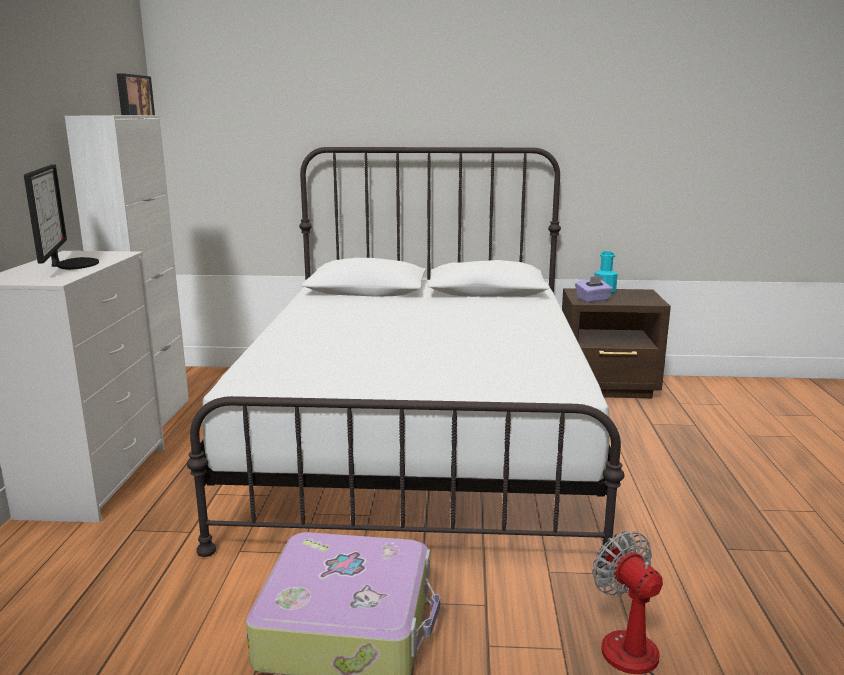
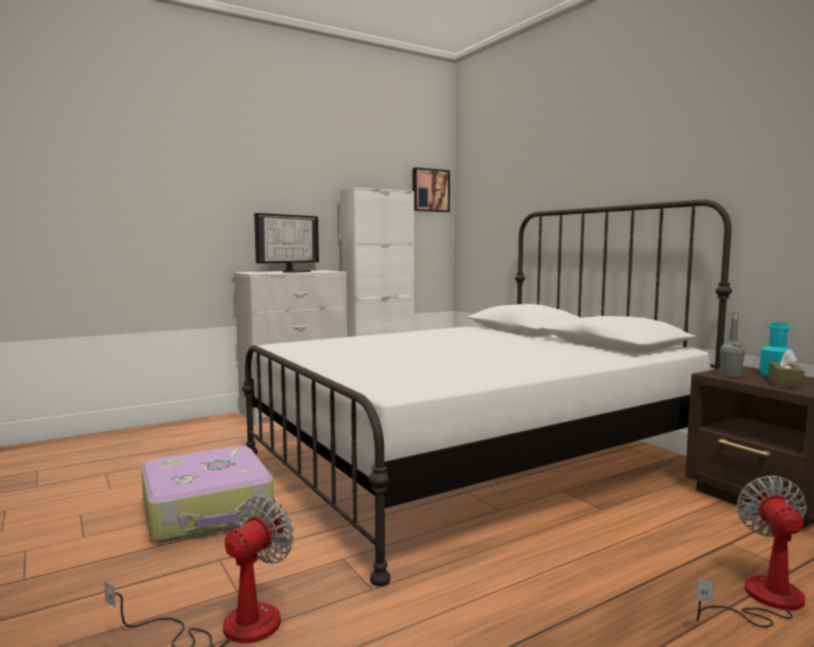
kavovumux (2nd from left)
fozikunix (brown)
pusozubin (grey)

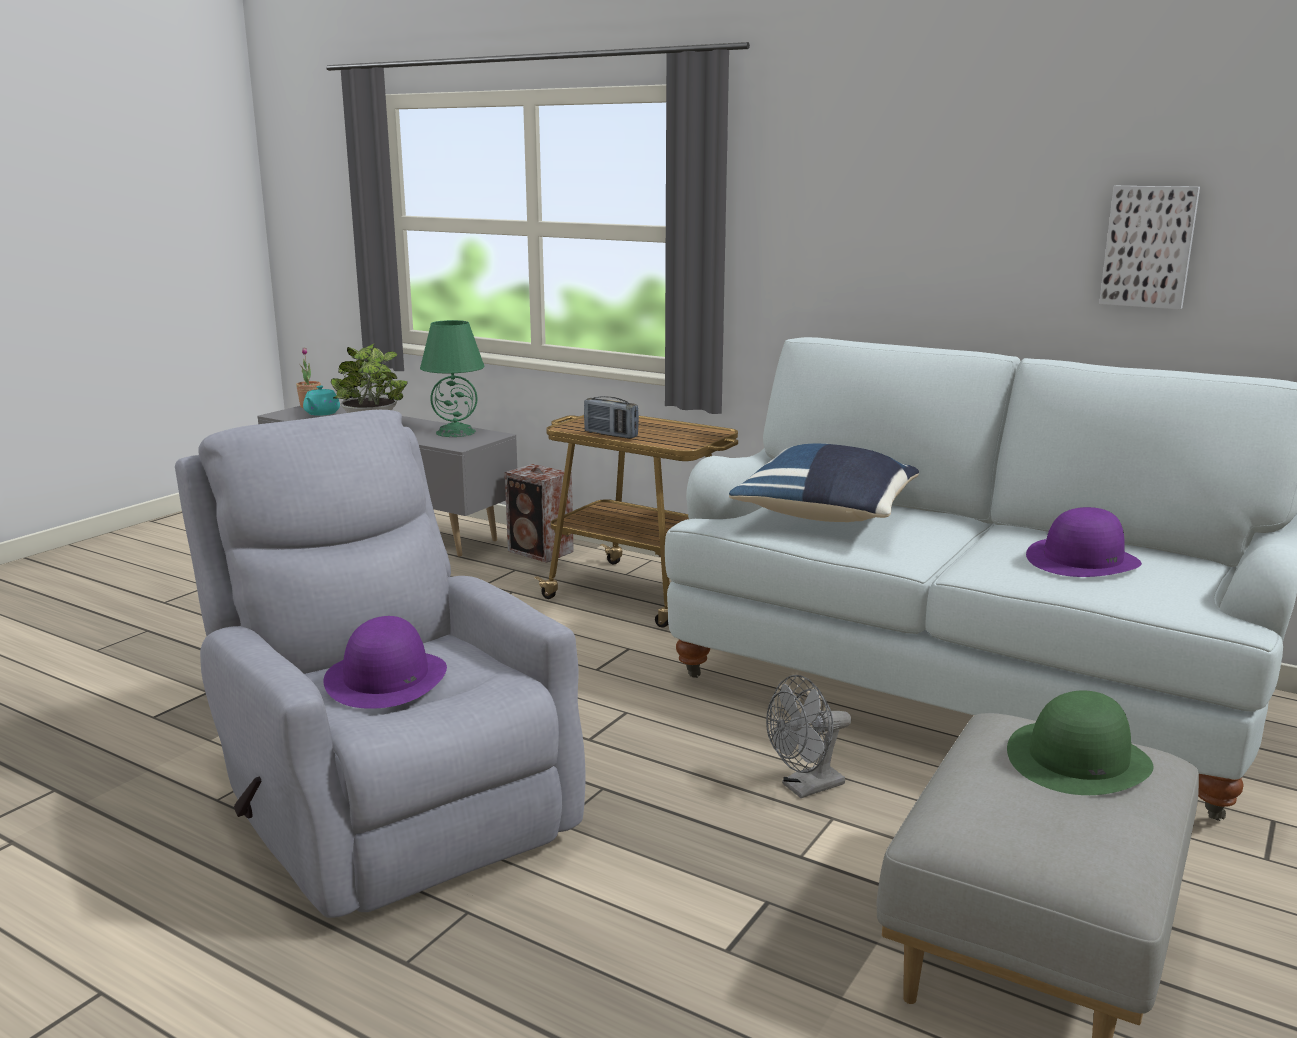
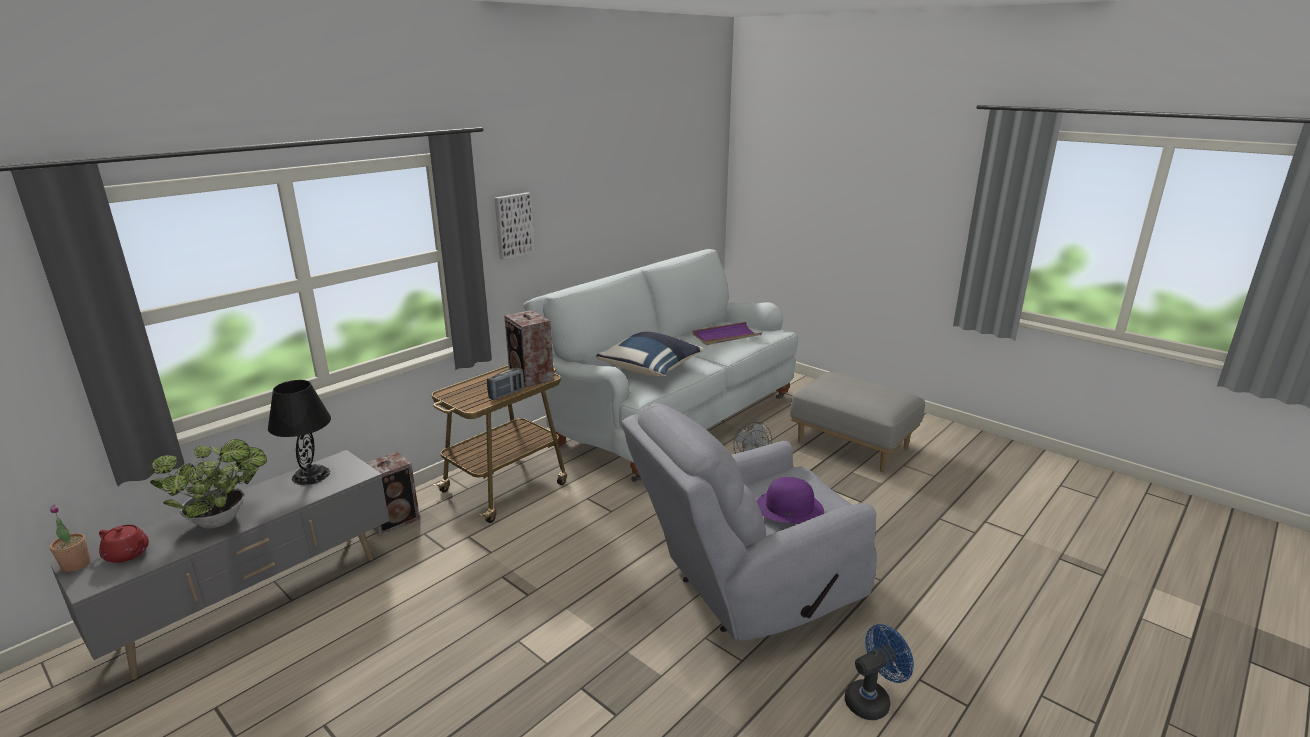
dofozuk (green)
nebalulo (2nd from left)
kavovumux (blue)
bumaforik
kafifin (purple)
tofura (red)
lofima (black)

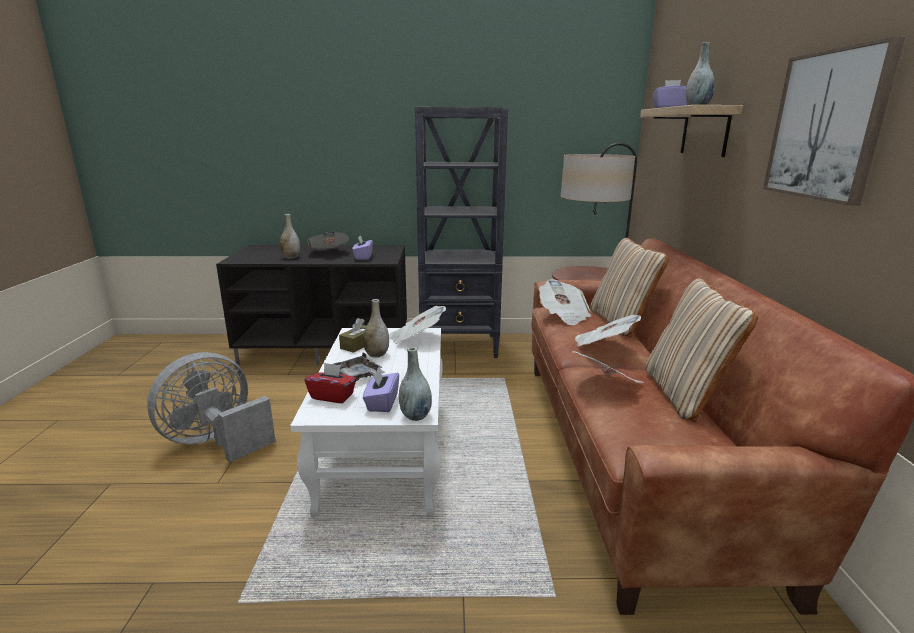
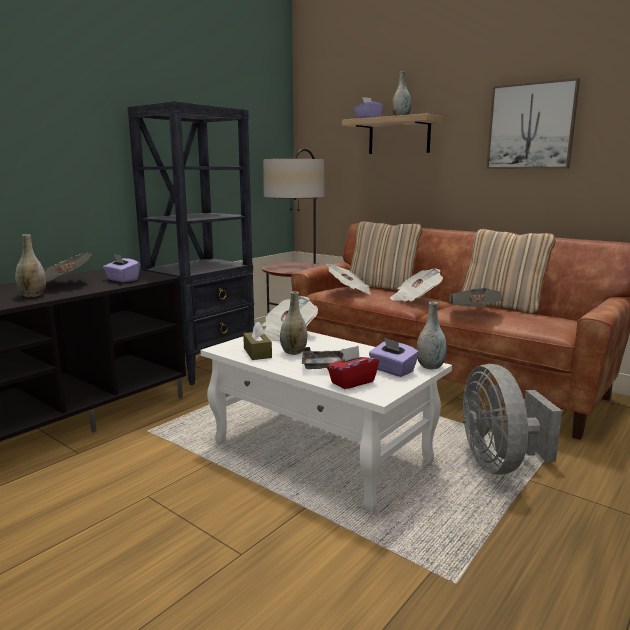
kavovumux (grey)

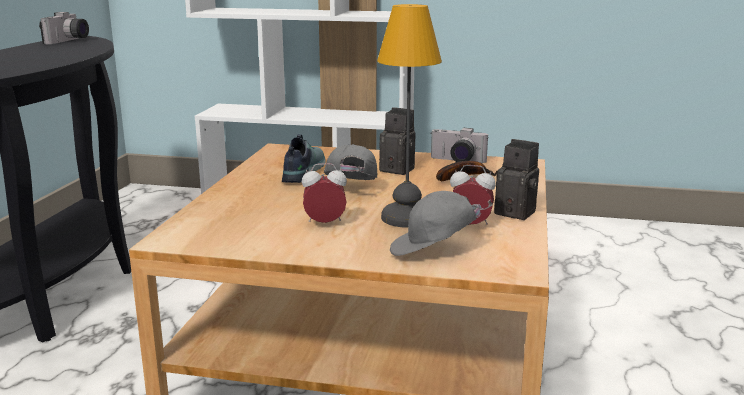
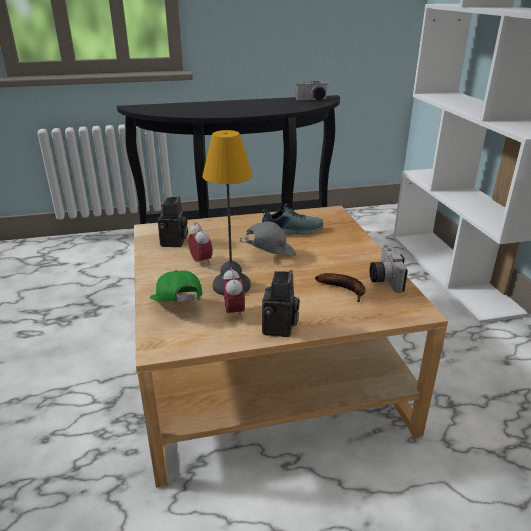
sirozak (1st from left)
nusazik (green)

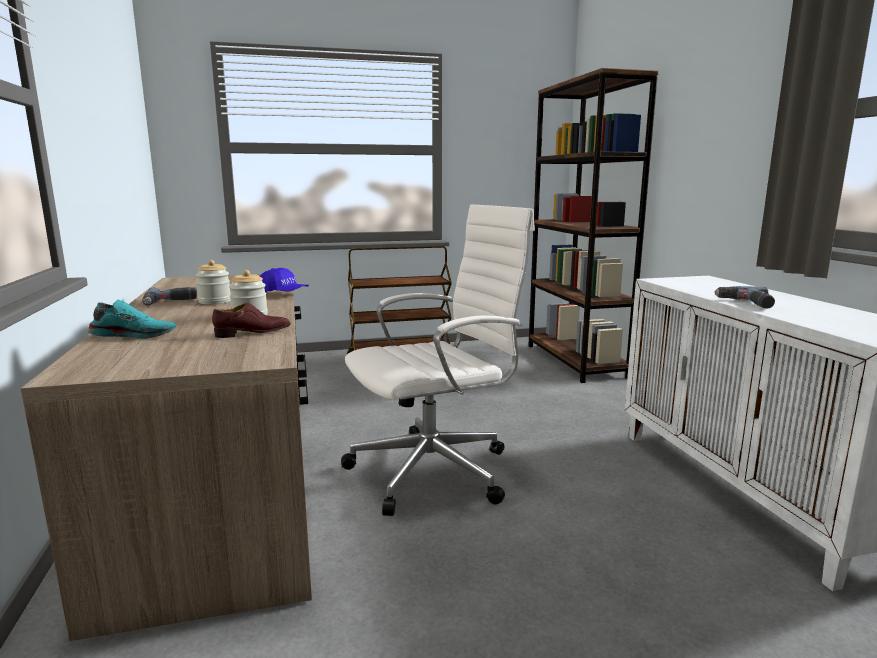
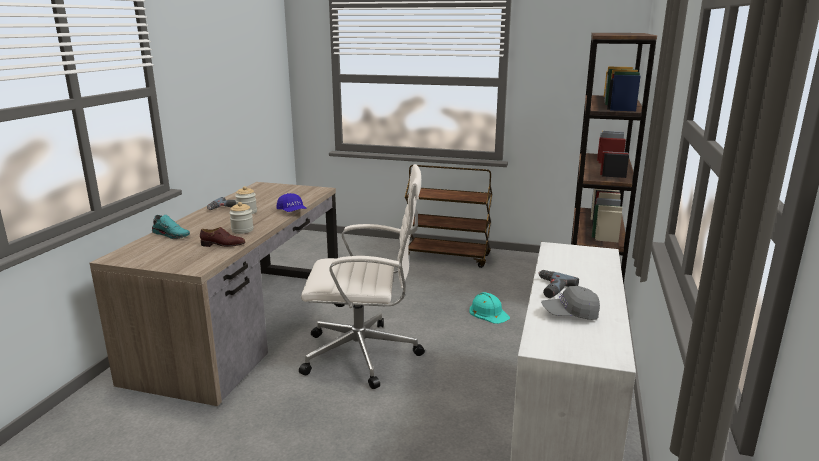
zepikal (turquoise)
nusazik (grey)

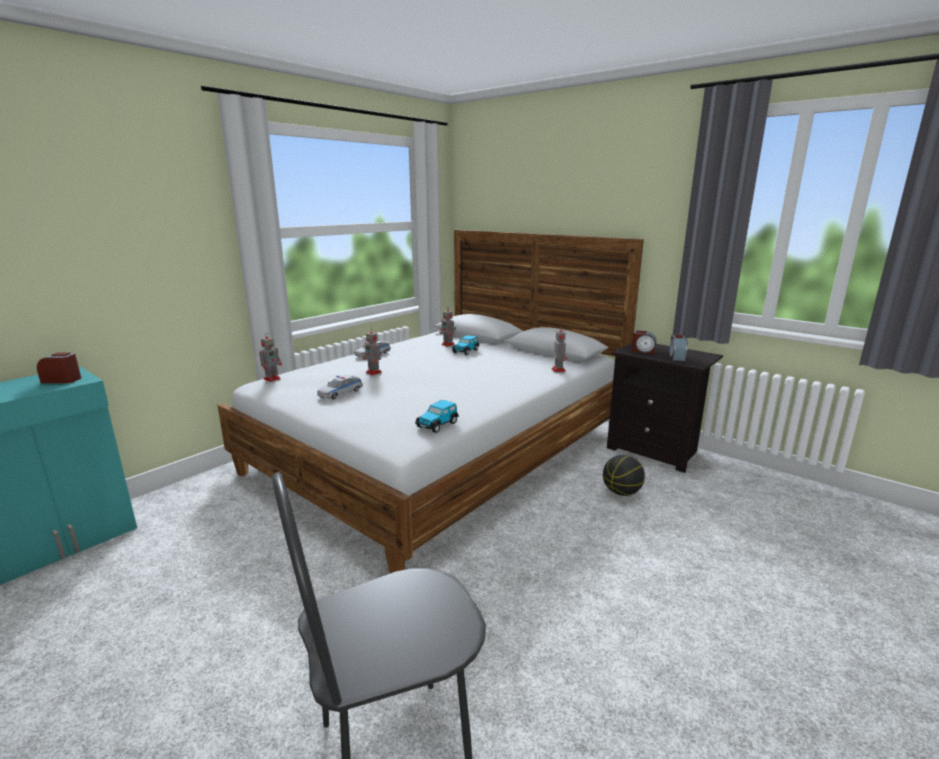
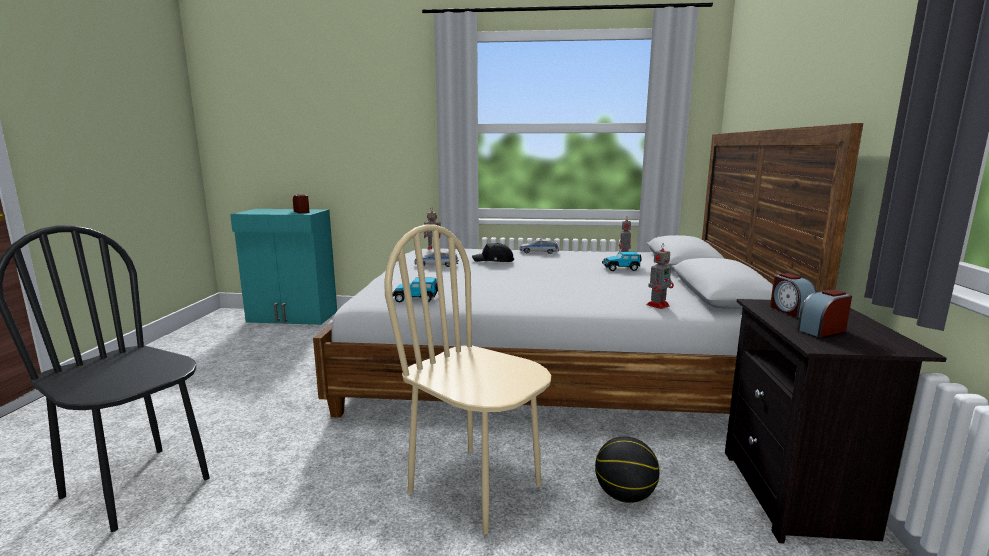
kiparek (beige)
nusazik (black)

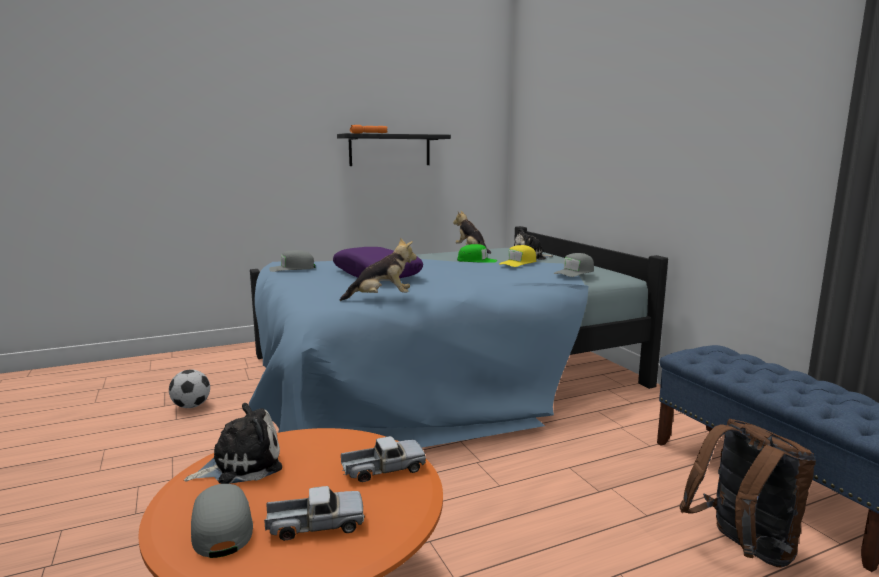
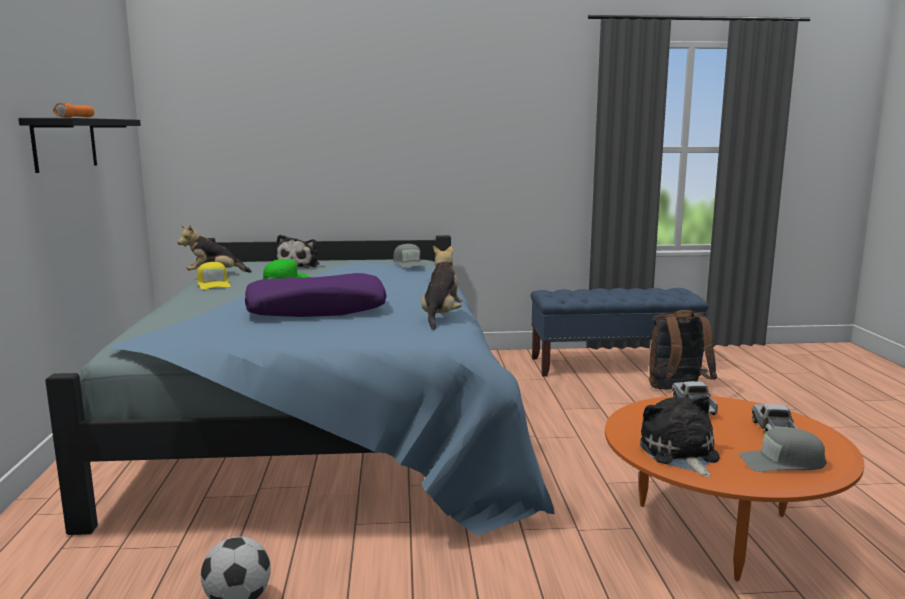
nusazik (grey) (2nd from left in the first image)
nusazik (yellow)

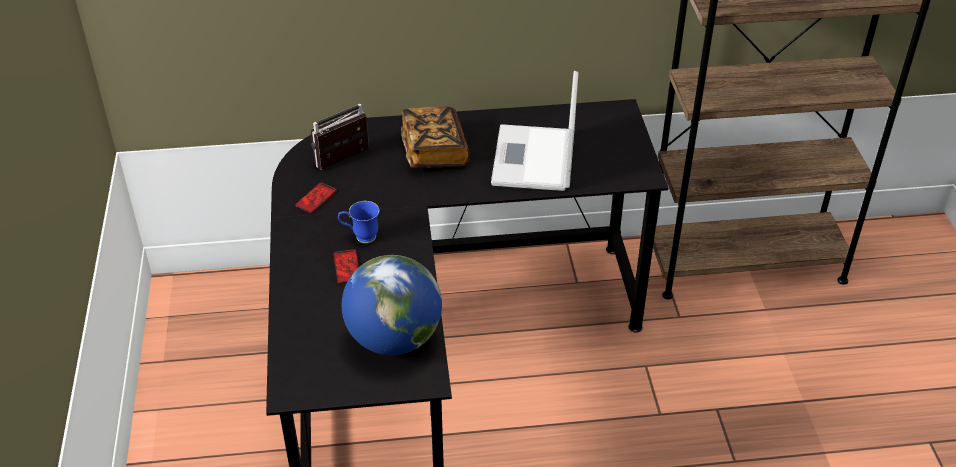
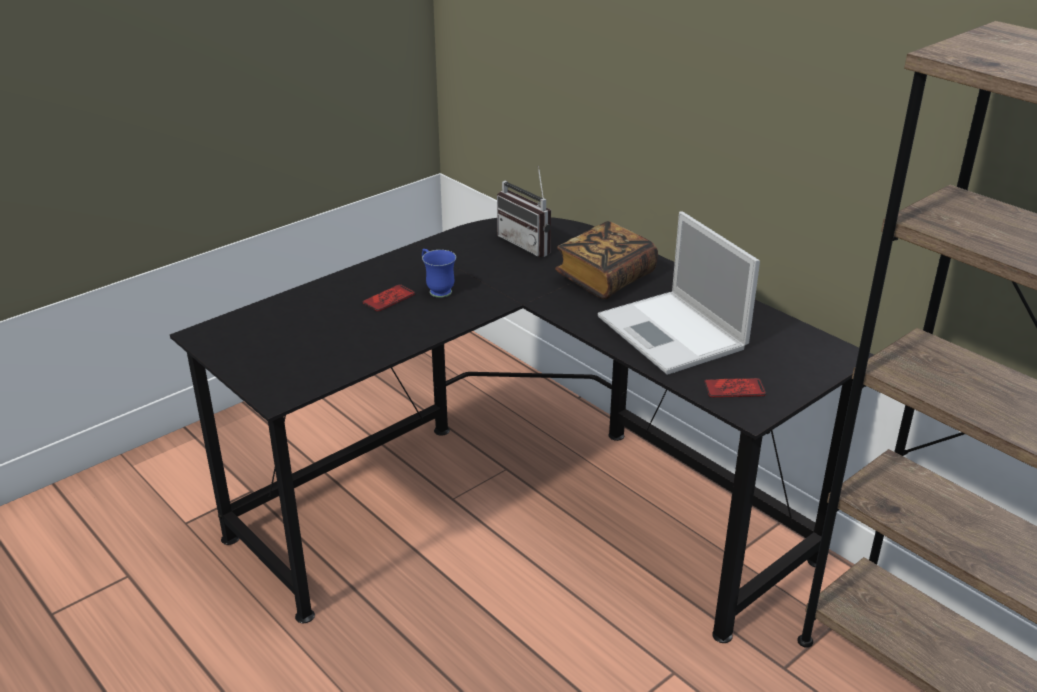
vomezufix
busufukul (2nd from left)
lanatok
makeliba

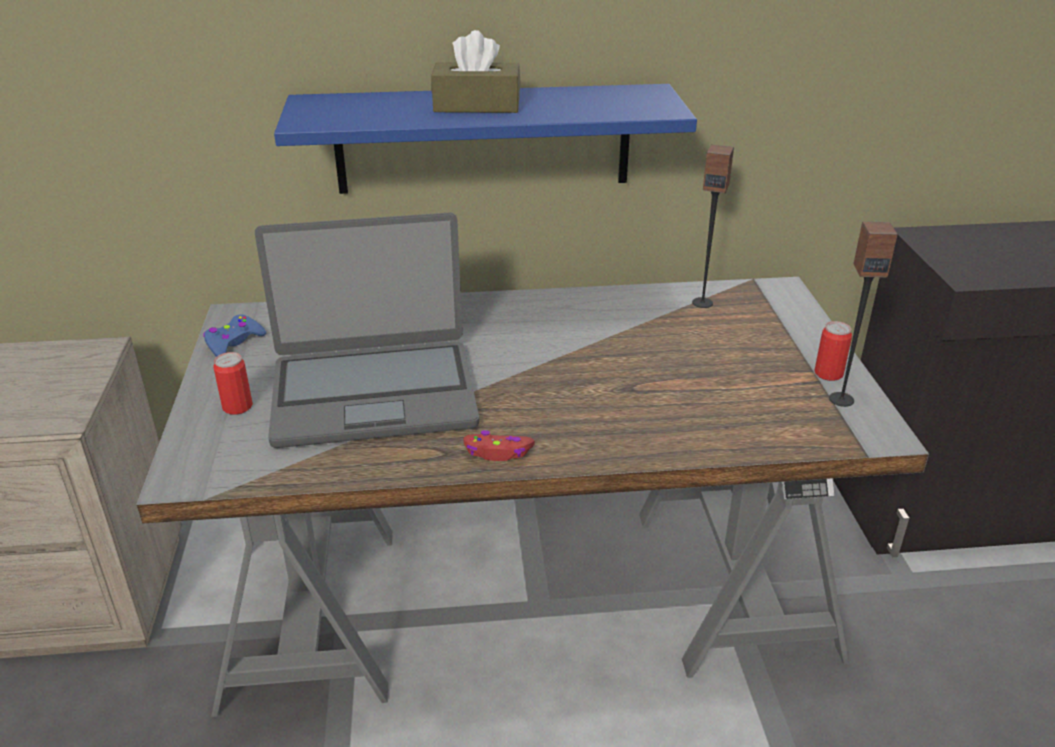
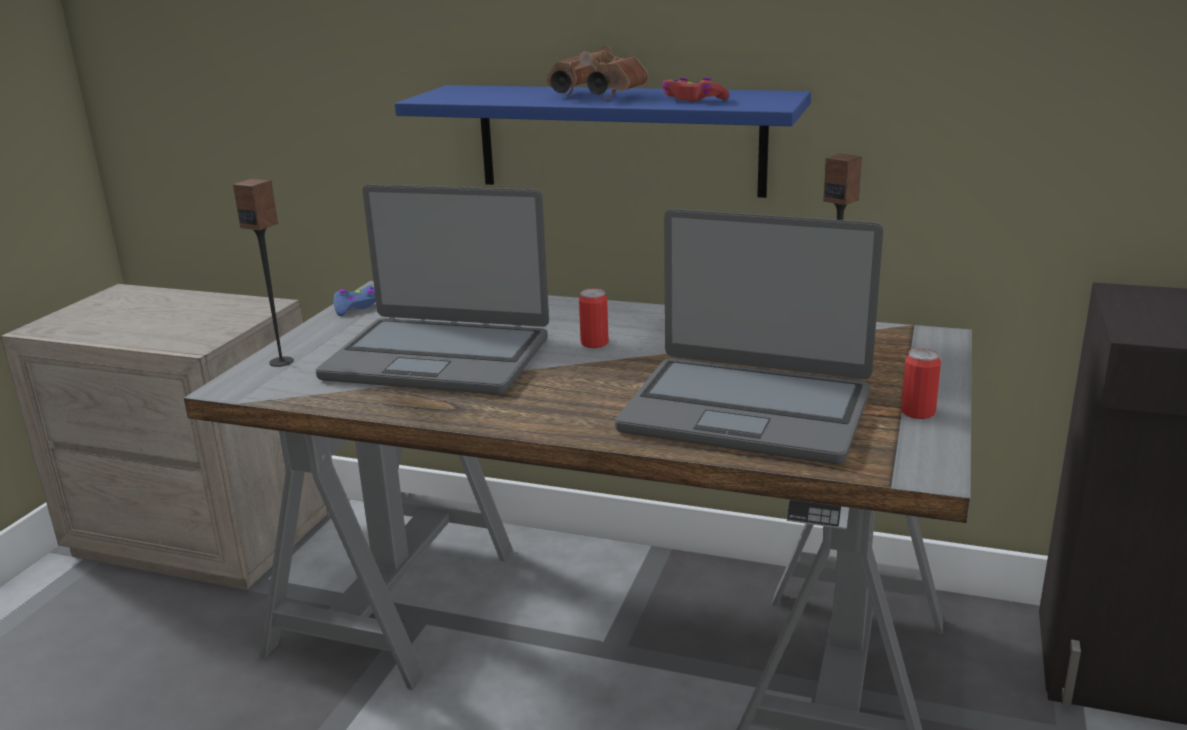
makeliba (2nd from left)
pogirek (1st from left)
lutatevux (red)
nebalulo (1st from left)
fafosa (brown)

